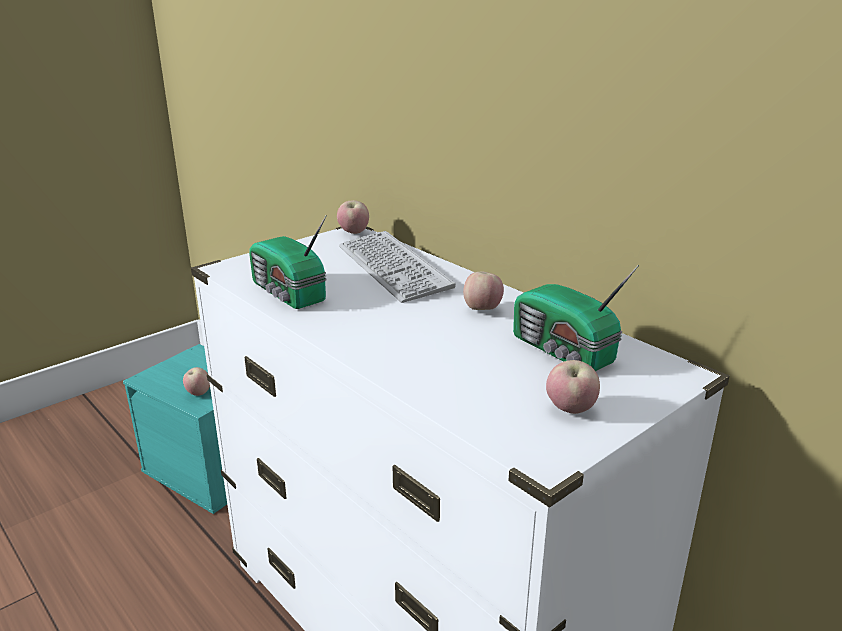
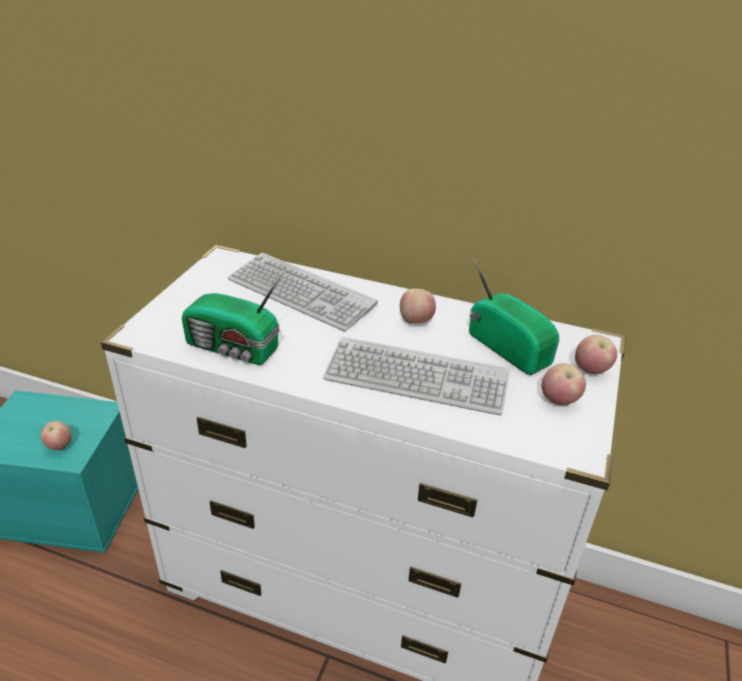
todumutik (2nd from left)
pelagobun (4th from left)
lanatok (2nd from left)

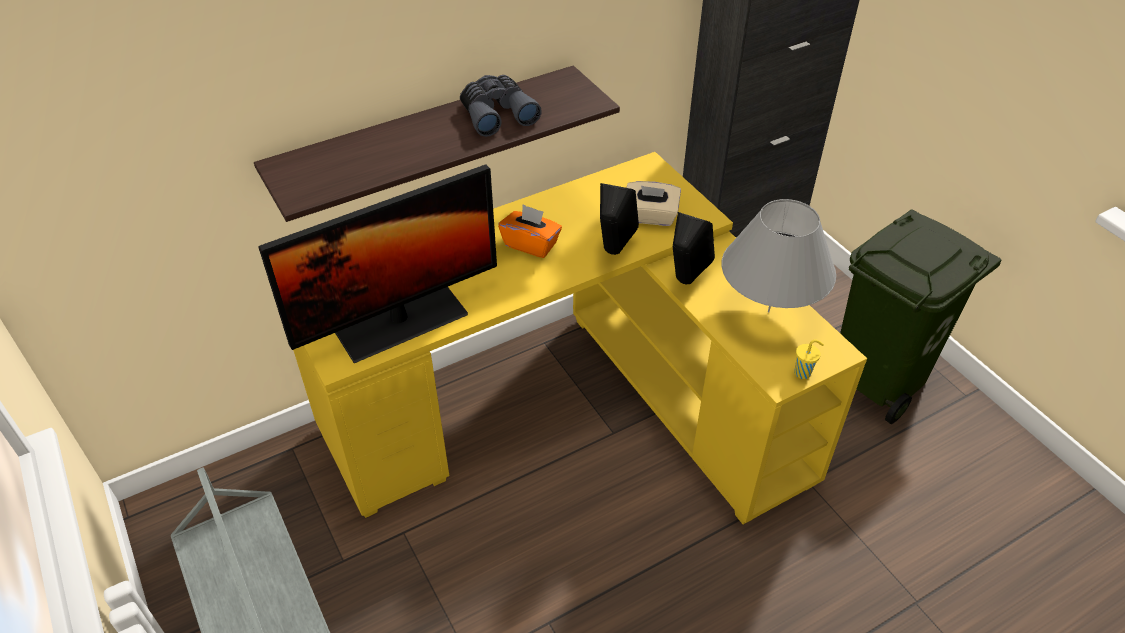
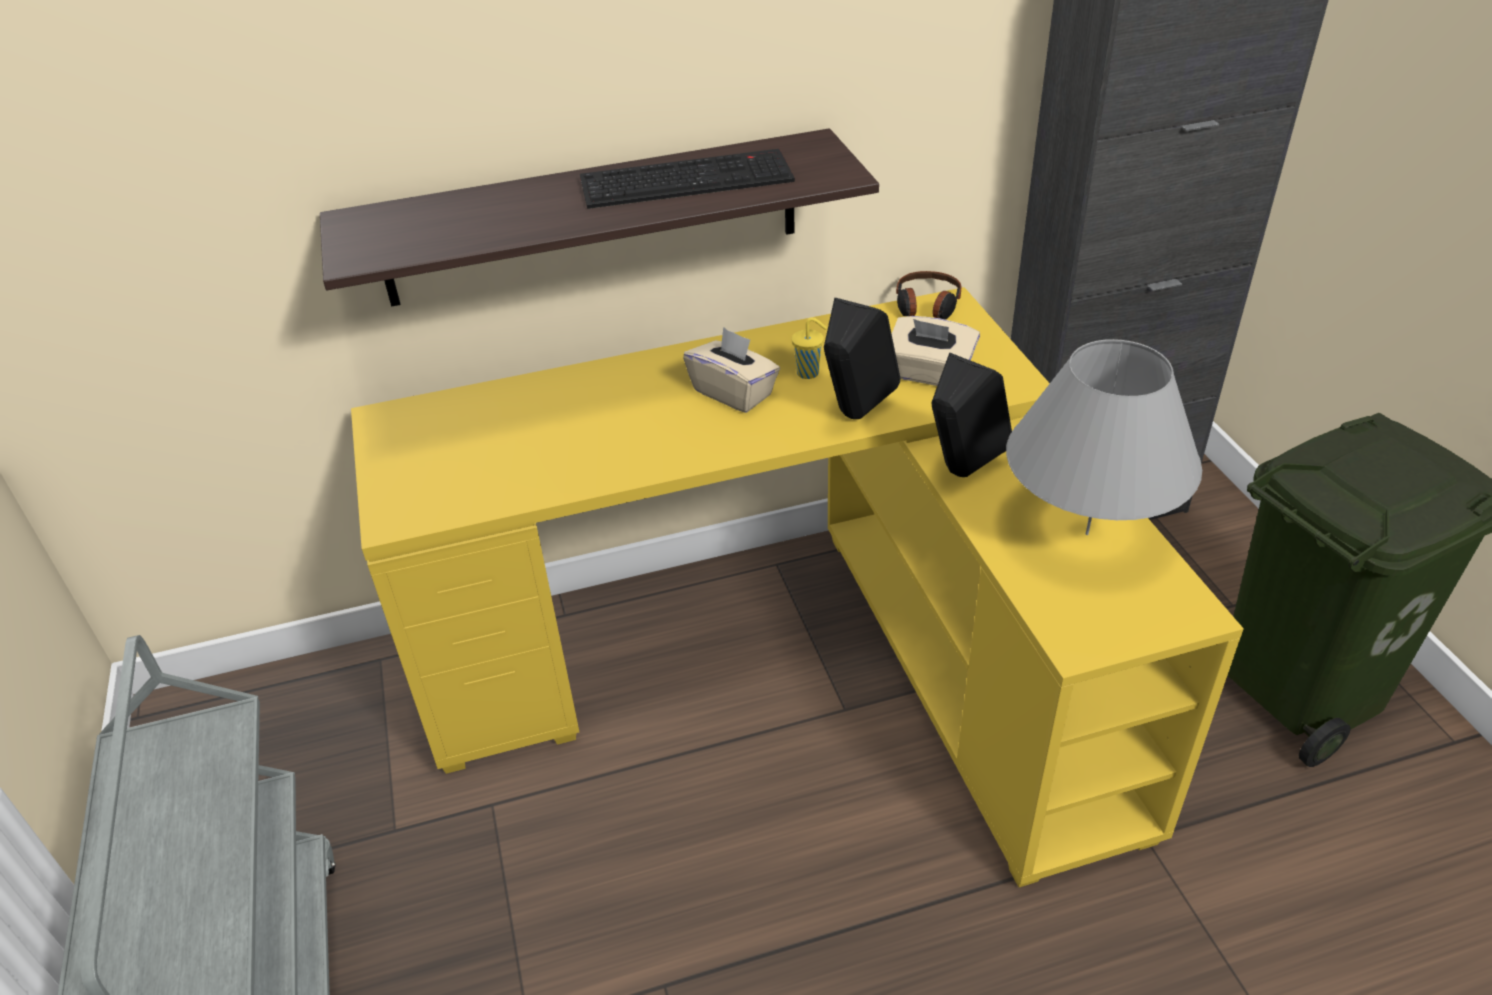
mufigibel
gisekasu
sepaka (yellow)
todumutik
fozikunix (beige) (1st from left)

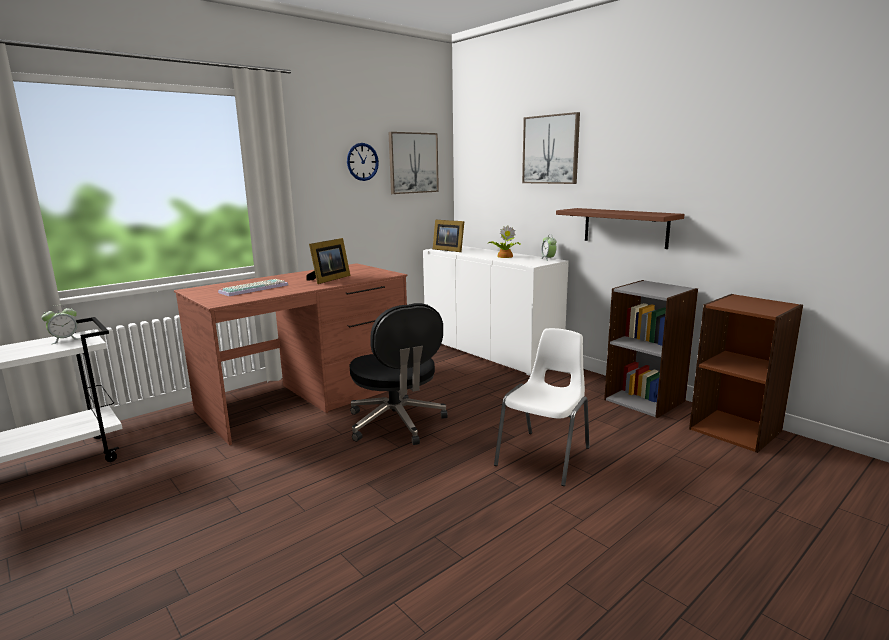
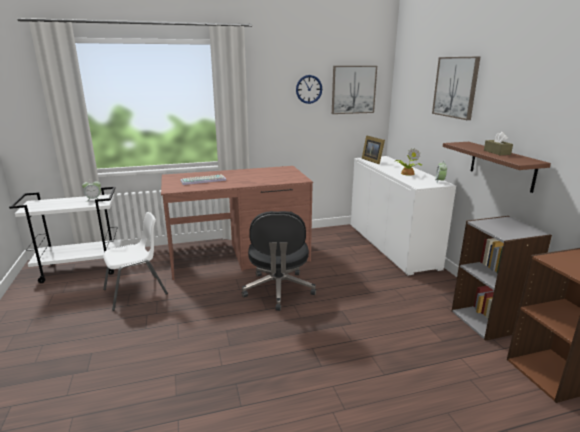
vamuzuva (1st from left in the first image)
fozikunix (brown)
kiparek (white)

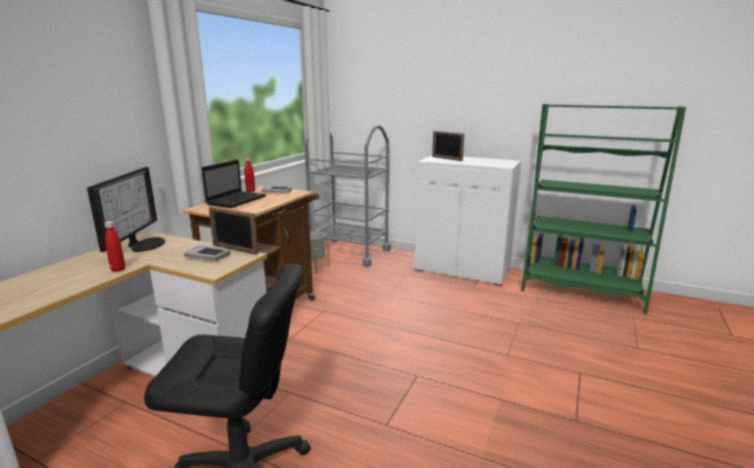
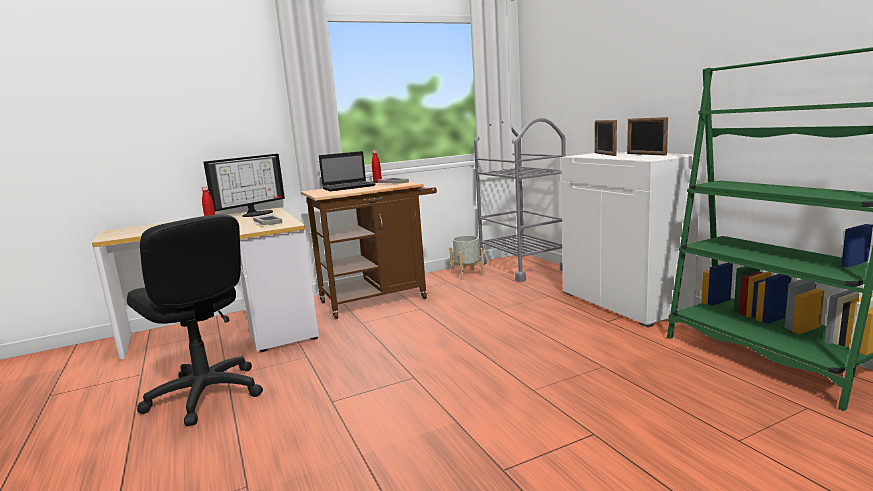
vamuzuva (2nd from left)

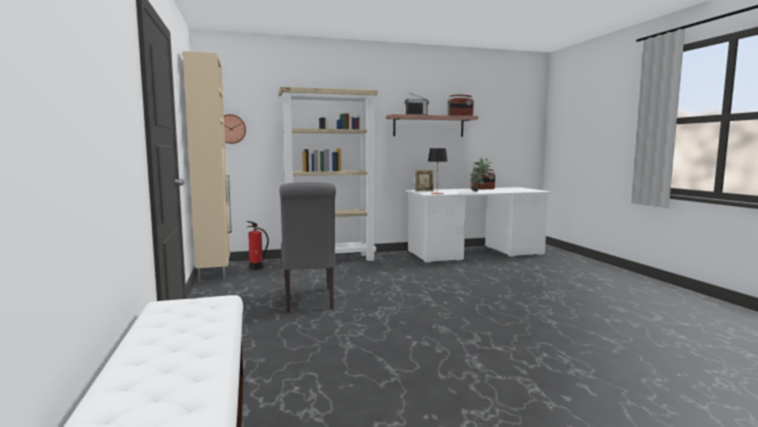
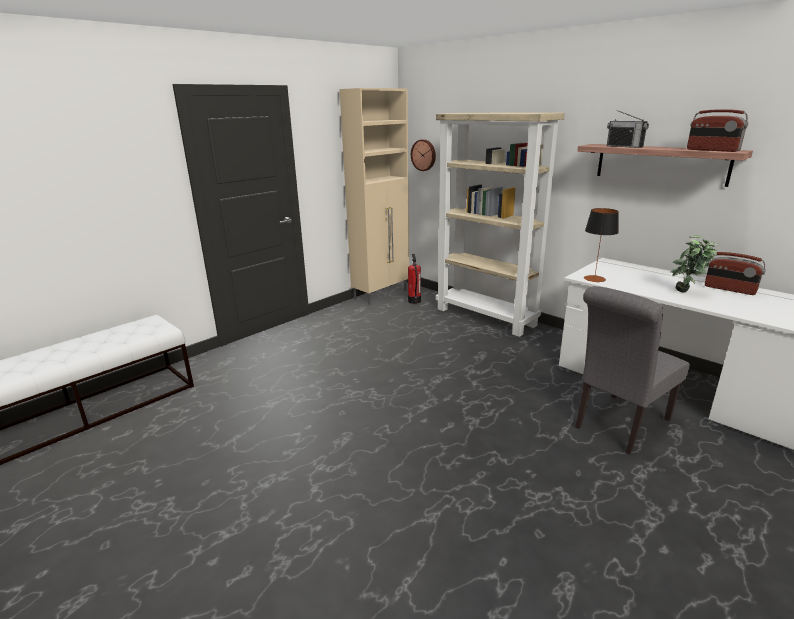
vamuzuva
kiparek (grey)

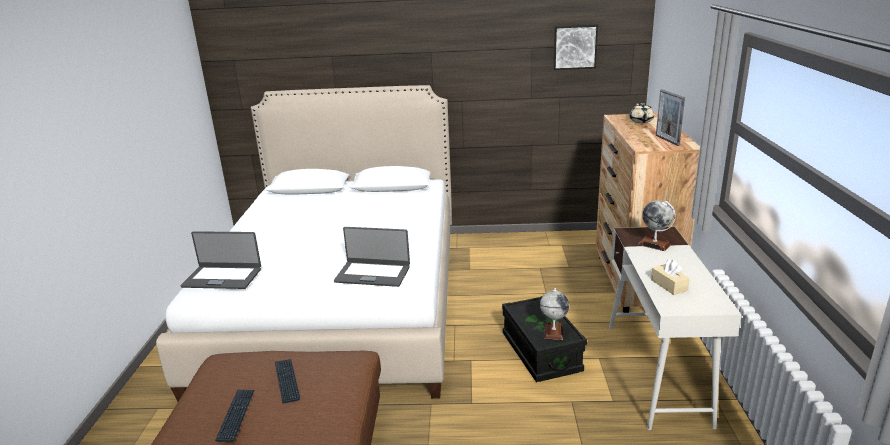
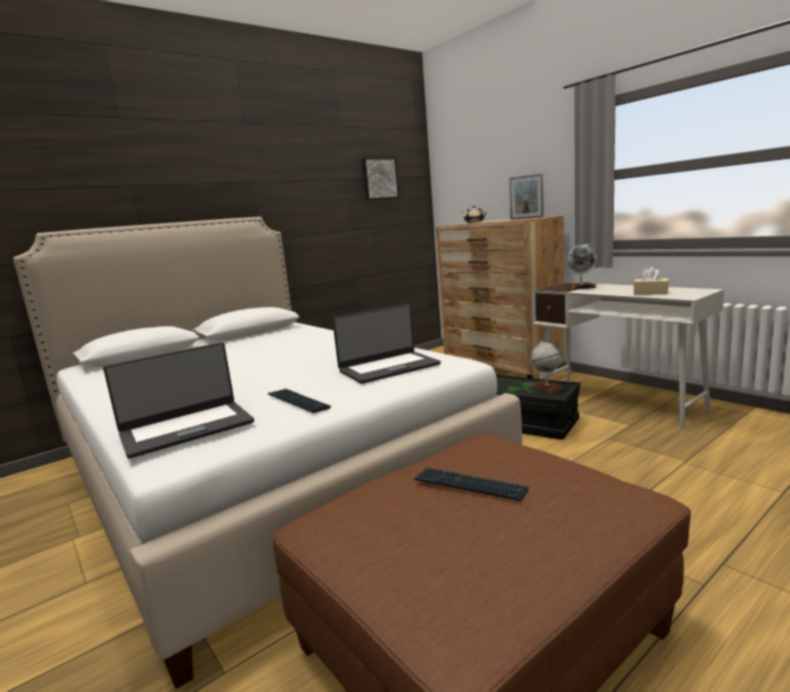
todumutik (1st from left)

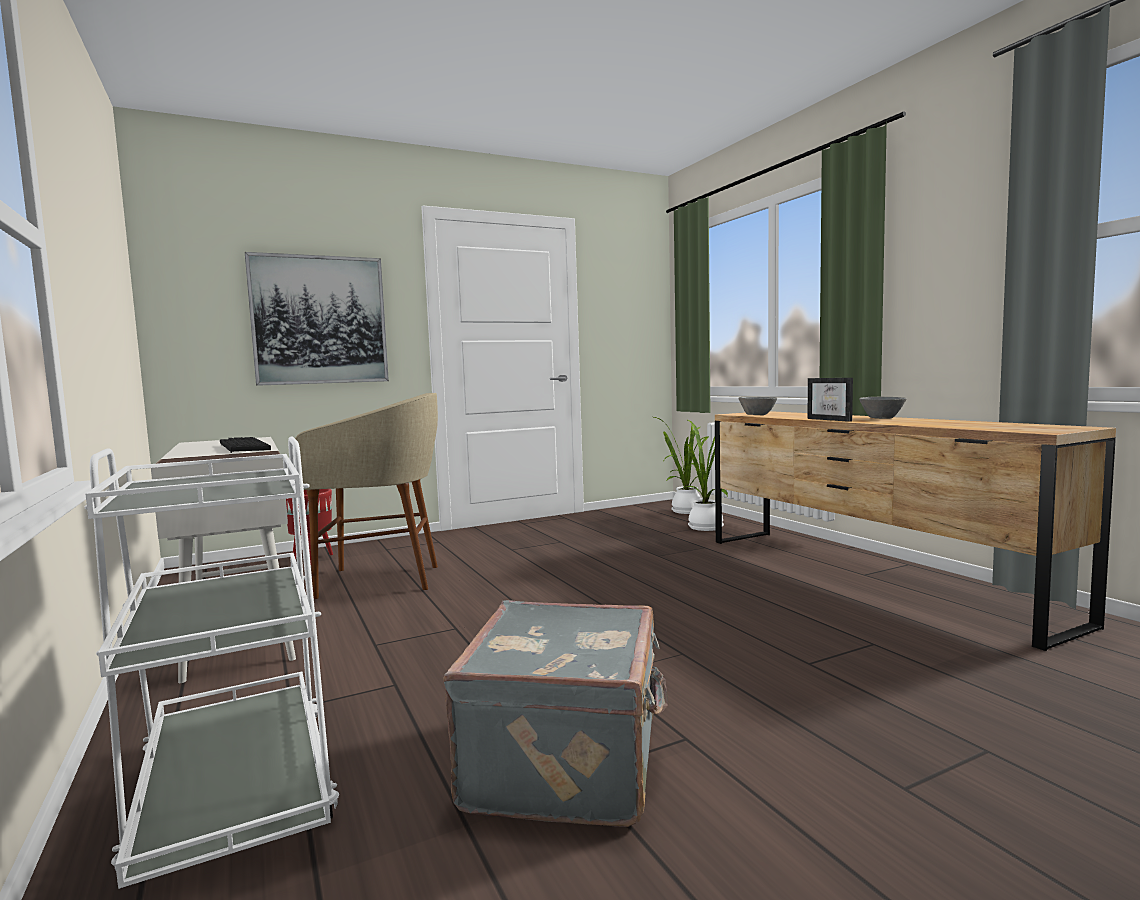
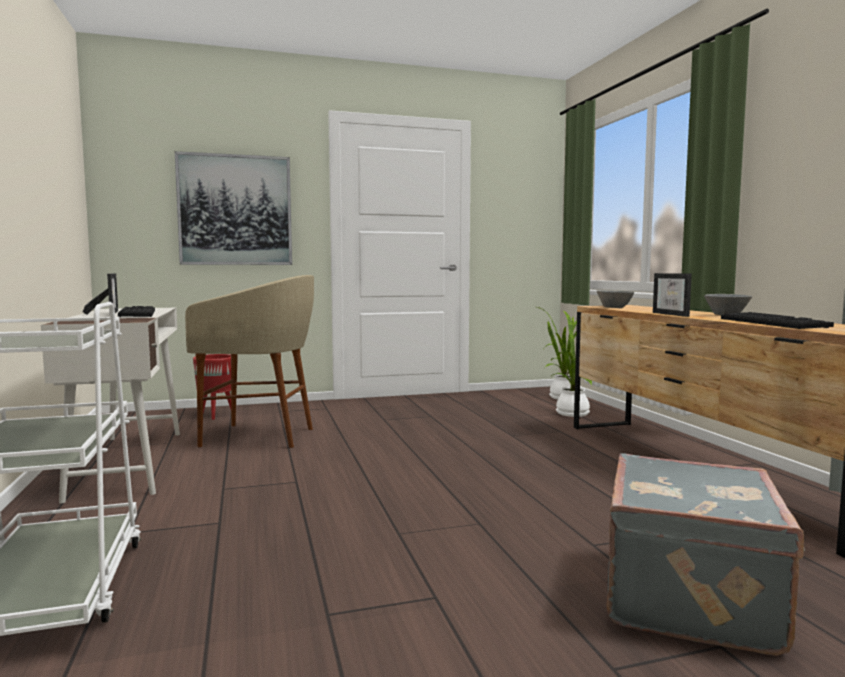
vamuzuva (1st from left)
todumutik (2nd from left)
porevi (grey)

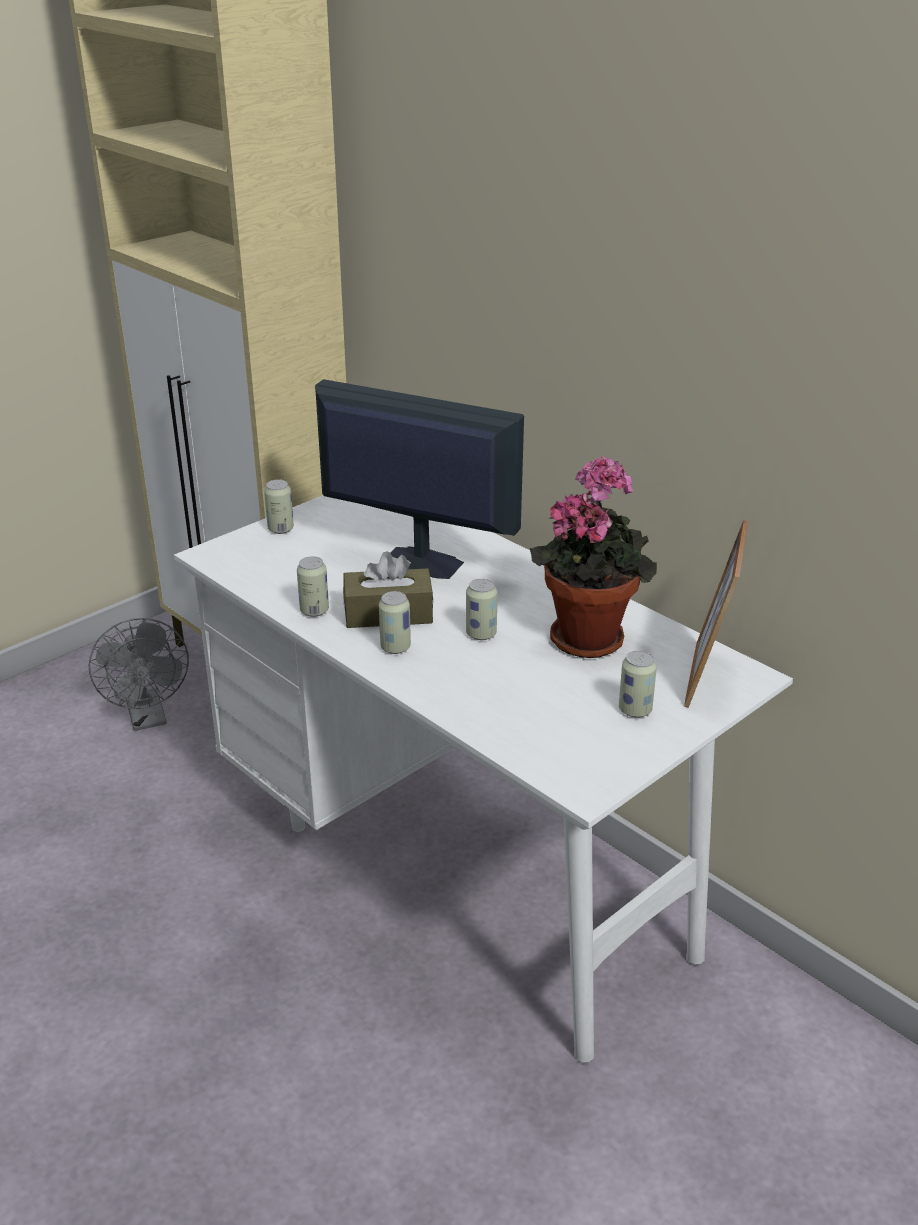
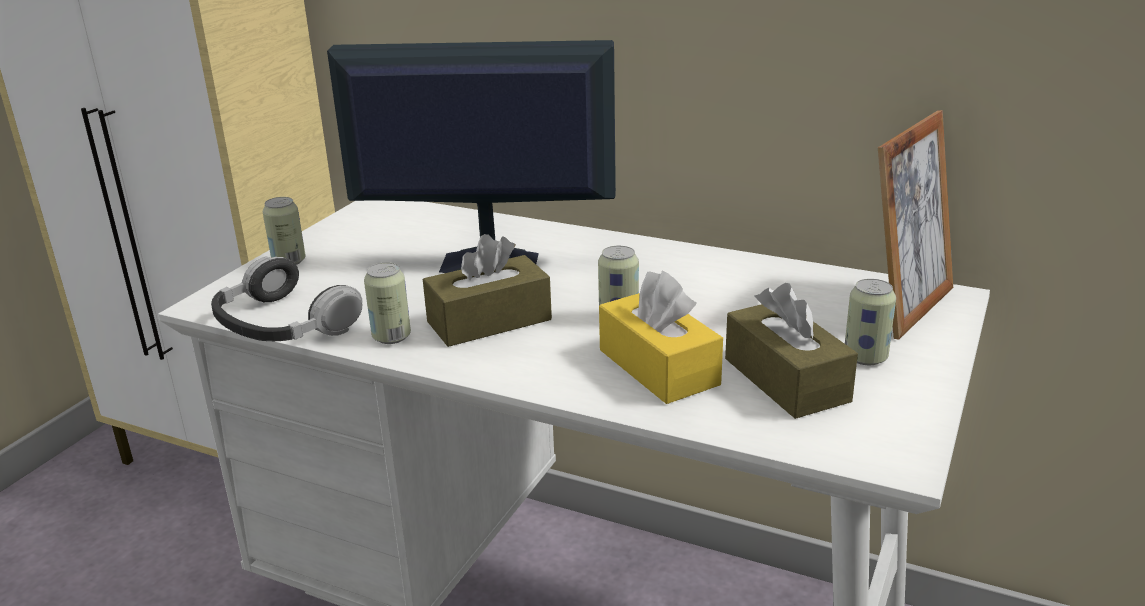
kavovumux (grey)
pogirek (3rd from left in the first image)
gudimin
gisekasu
fozikunix (yellow)
fozikunix (brown) (2nd from left)
vamuzuva

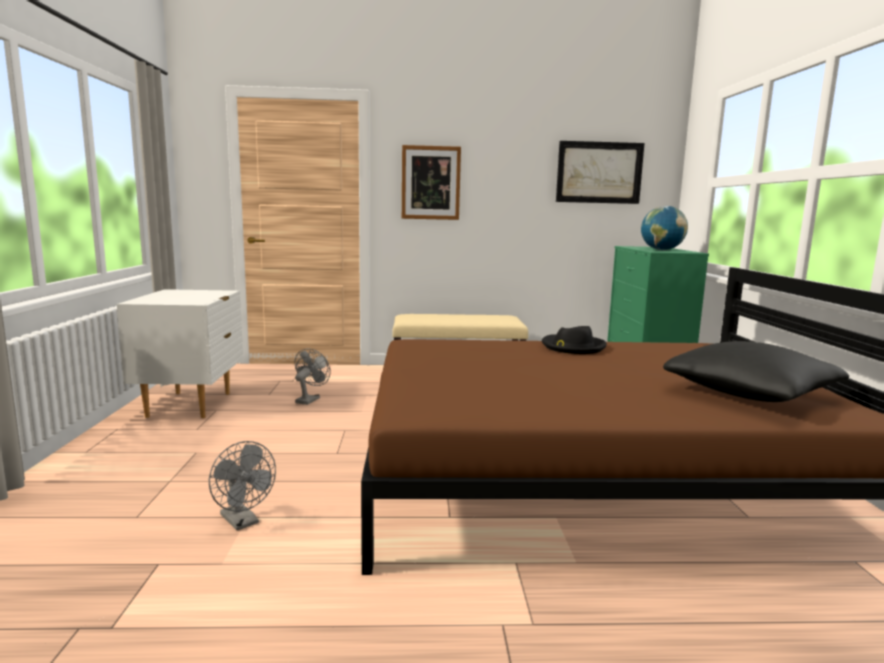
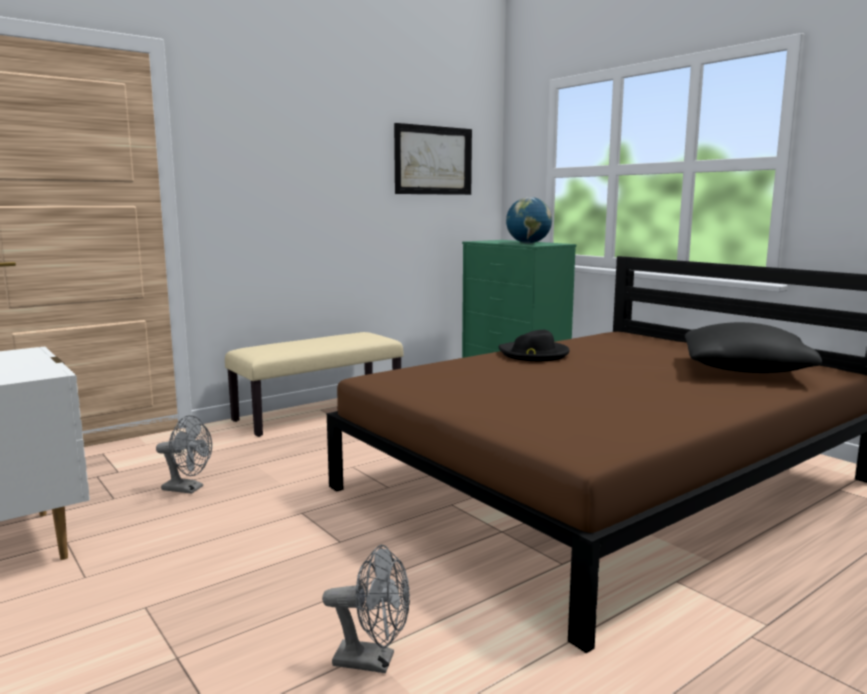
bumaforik (1st from left in the first image)
kavovumux (grey) (1st from left)

